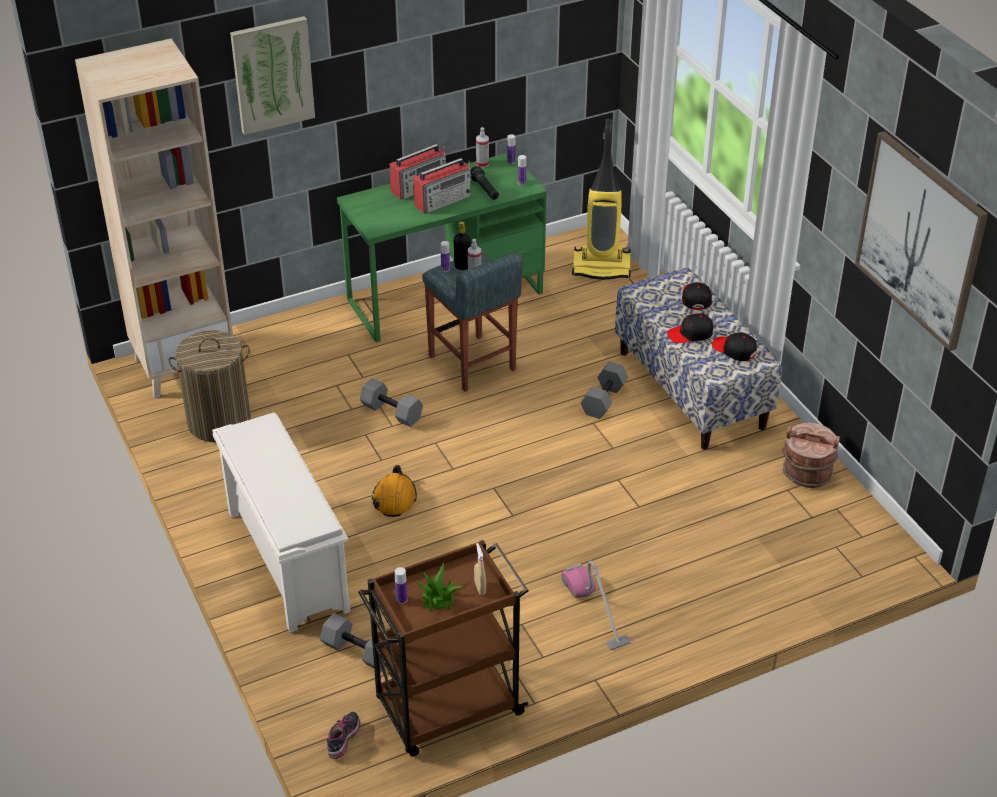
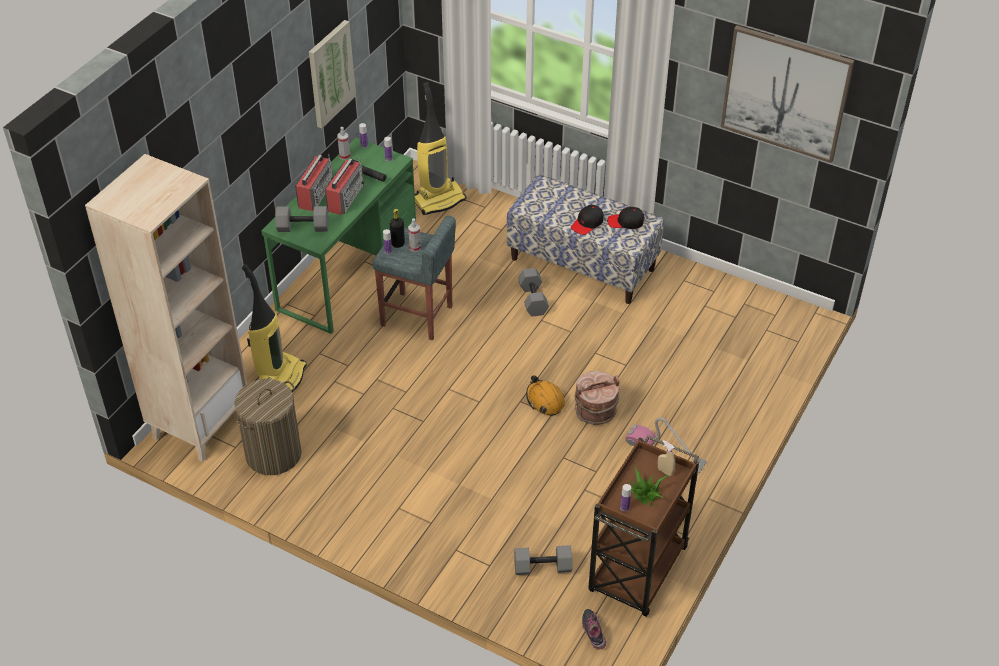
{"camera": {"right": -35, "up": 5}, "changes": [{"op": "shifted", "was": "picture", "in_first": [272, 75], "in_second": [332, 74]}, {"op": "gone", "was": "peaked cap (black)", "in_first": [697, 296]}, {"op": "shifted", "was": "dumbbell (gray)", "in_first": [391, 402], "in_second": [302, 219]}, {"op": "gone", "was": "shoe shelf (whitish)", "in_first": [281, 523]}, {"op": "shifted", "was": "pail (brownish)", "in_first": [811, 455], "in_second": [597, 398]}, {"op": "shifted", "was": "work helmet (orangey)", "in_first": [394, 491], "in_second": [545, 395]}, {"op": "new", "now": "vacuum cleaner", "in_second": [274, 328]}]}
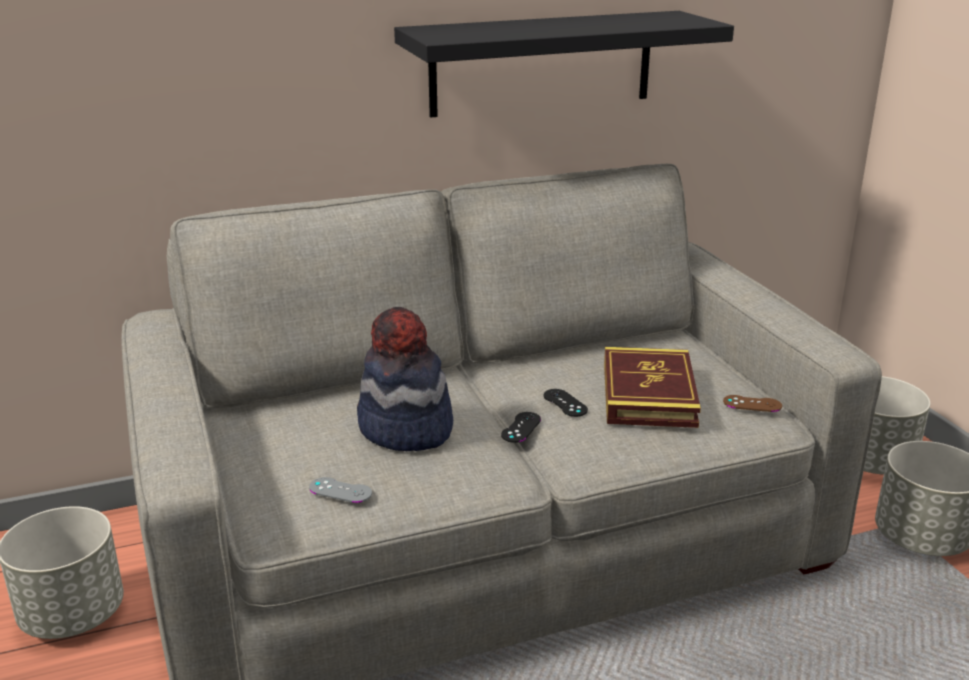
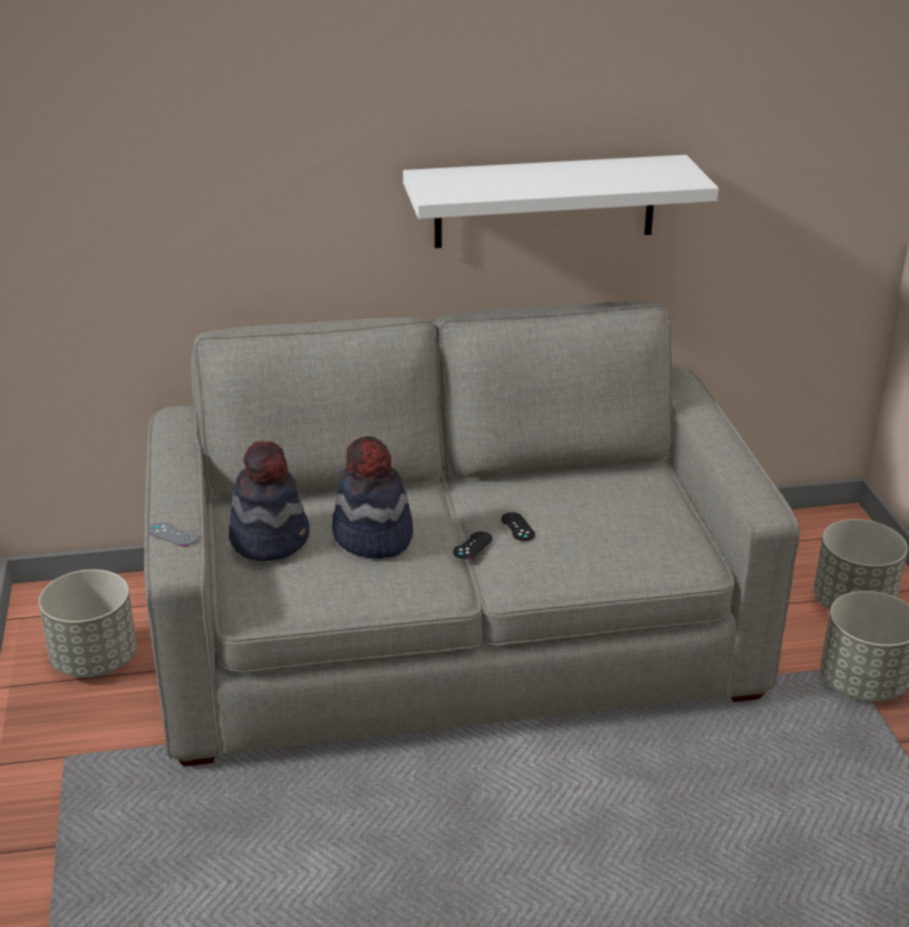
{"camera": {"right": 10, "up": 5}, "changes": [{"op": "repainted", "was": "bracket shelf (black)", "now": "bracket shelf (whitish)", "in_first": [564, 64], "in_second": [561, 201]}, {"op": "gone", "was": "volume", "in_first": [652, 387]}, {"op": "gone", "was": "joypad (brownish)", "in_first": [752, 403]}, {"op": "shifted", "was": "joypad (gray)", "in_first": [340, 490], "in_second": [173, 534]}, {"op": "new", "now": "wearable hat", "in_second": [269, 500]}]}
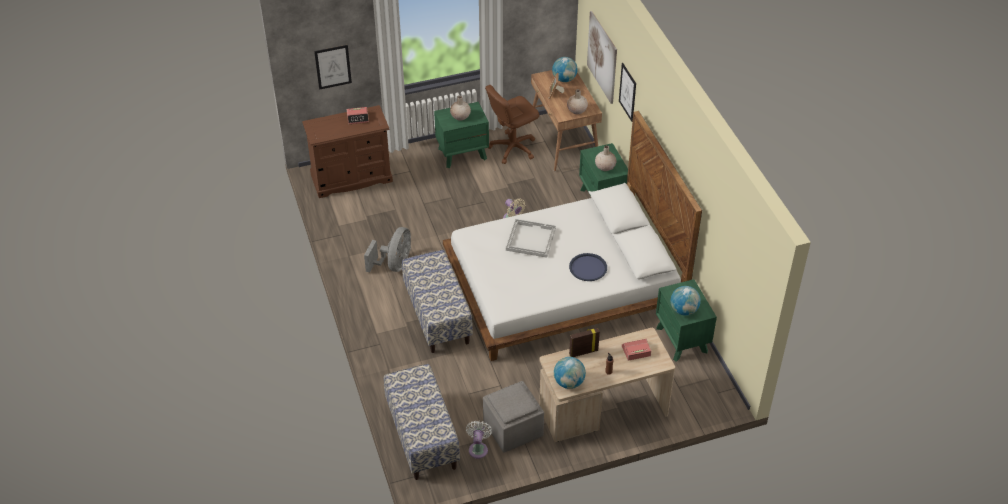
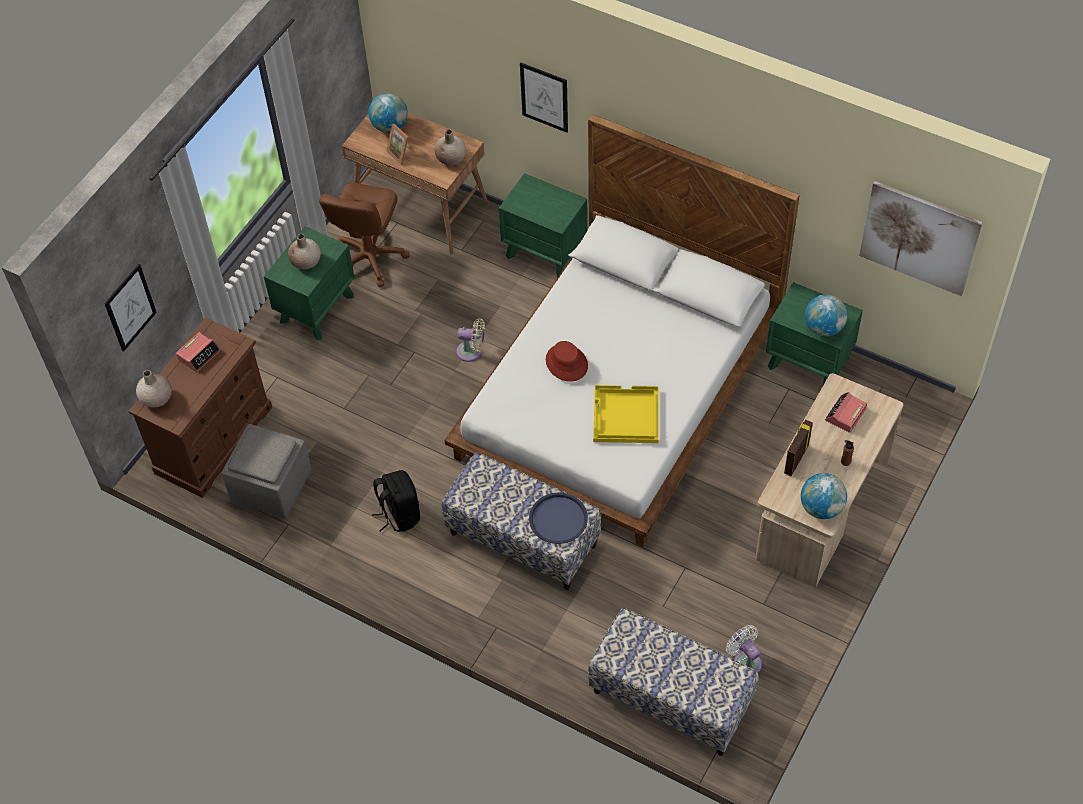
{"camera": {"right": -40, "up": 10}, "changes": [{"op": "shifted", "was": "picture", "in_first": [602, 57], "in_second": [921, 238]}, {"op": "shifted", "was": "vase (beige)", "in_first": [605, 158], "in_second": [154, 388]}, {"op": "swapped", "was": "tray (whitish)", "now": "wearable hat (reddish)", "in_first": [531, 238], "in_second": [567, 361]}, {"op": "swapped", "was": "cooling fan (gray)", "now": "rucksack (black)", "in_first": [387, 249], "in_second": [396, 501]}, {"op": "shifted", "was": "tray (blue)", "in_first": [588, 267], "in_second": [558, 518]}, {"op": "shifted", "was": "pouffe (gray)", "in_first": [513, 417], "in_second": [266, 471]}, {"op": "new", "now": "tray (yellow-coloured)", "in_second": [626, 414]}]}
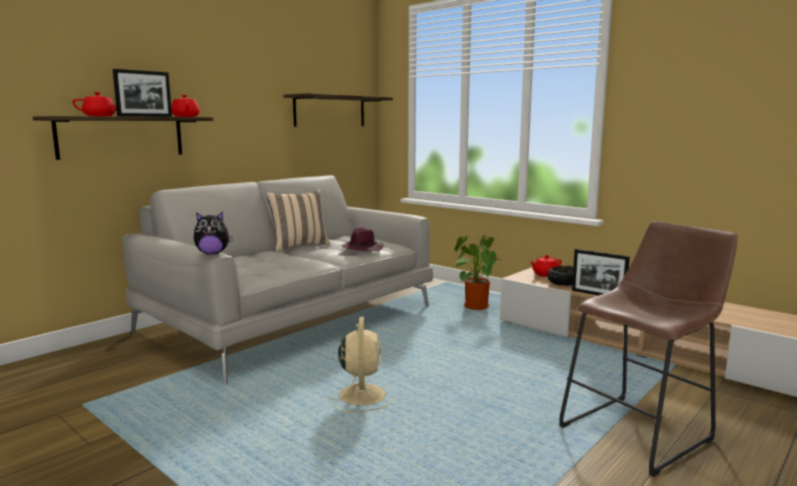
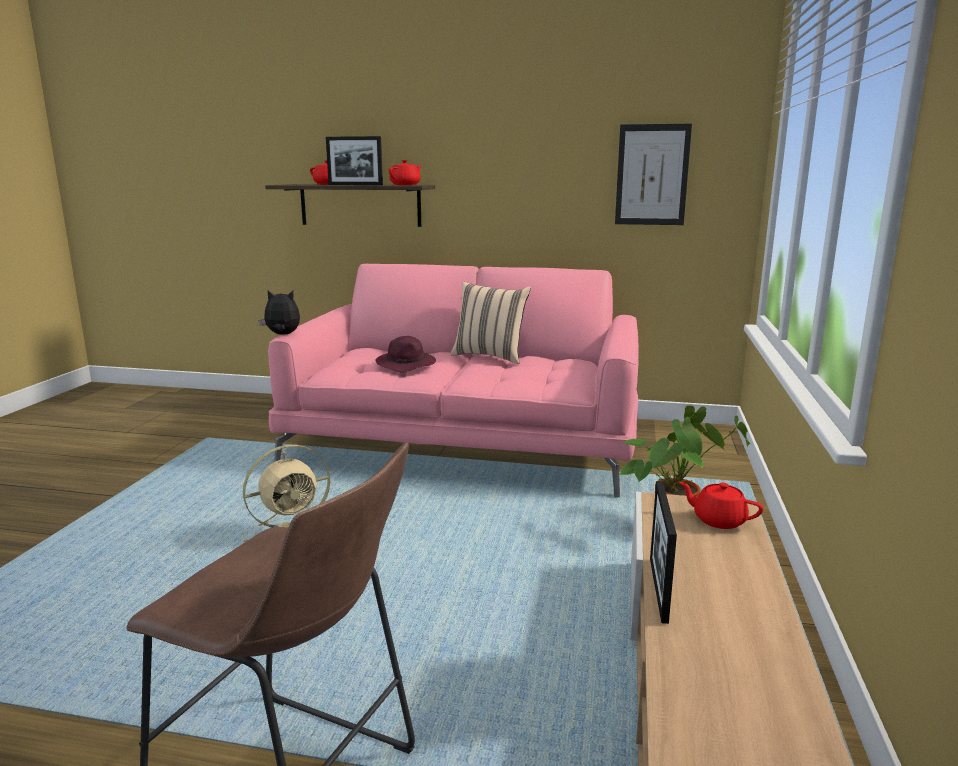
{"camera": {"right": 60, "up": 5}, "changes": [{"op": "swapped", "was": "bracket shelf", "now": "picture", "in_first": [338, 110], "in_second": [653, 174]}, {"op": "repainted", "was": "couch (gray)", "now": "couch (pinkish)", "in_first": [277, 279], "in_second": [453, 381]}, {"op": "rotated", "was": "soft toy", "in_first": [213, 233], "in_second": [279, 312], "clockwise": 135}, {"op": "shifted", "was": "wearable hat (purplish)", "in_first": [362, 239], "in_second": [405, 354]}, {"op": "gone", "was": "serving bowl (black)", "in_first": [561, 276]}]}
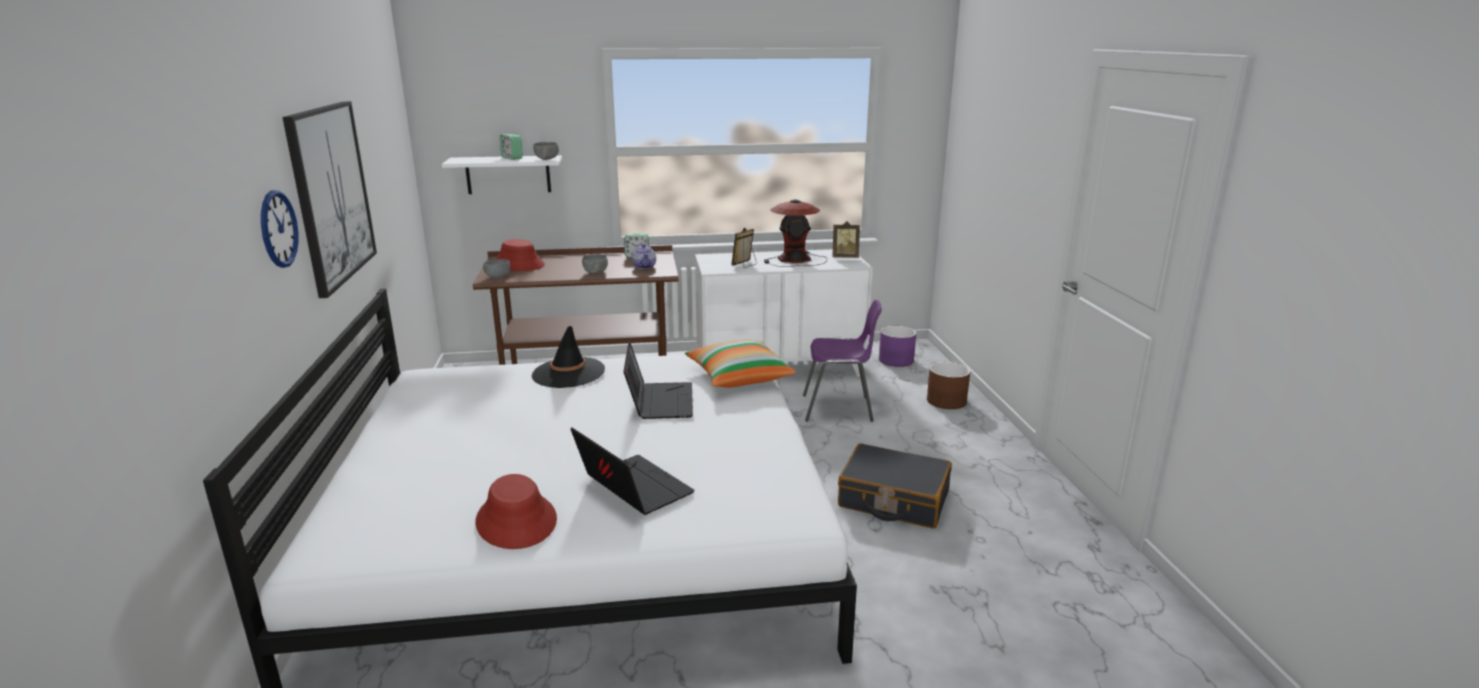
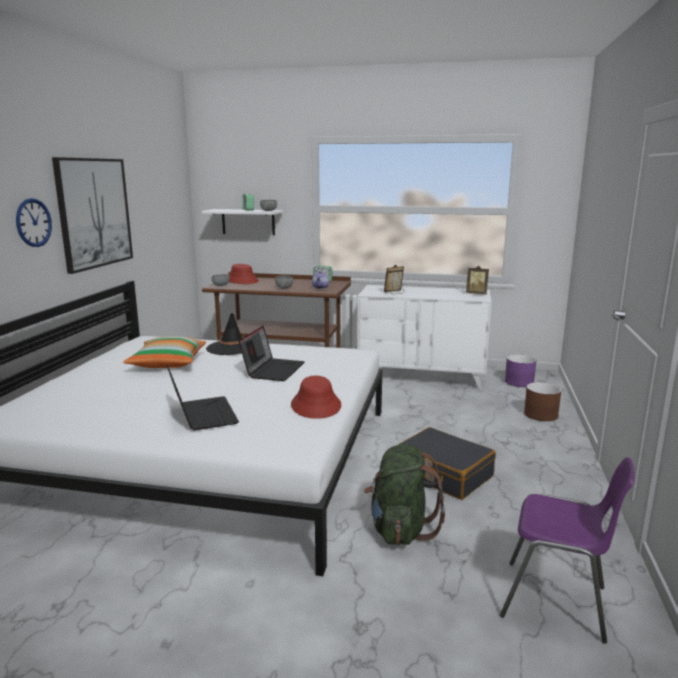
{"camera": {"right": 20, "up": -5}, "changes": [{"op": "gone", "was": "table lamp", "in_first": [795, 233]}, {"op": "shifted", "was": "chair (purplish)", "in_first": [842, 360], "in_second": [567, 550]}, {"op": "shifted", "was": "cushion", "in_first": [740, 363], "in_second": [164, 352]}, {"op": "shifted", "was": "wearable hat (reddish)", "in_first": [516, 511], "in_second": [316, 397]}, {"op": "new", "now": "rucksack (green-coloured)", "in_second": [405, 494]}]}
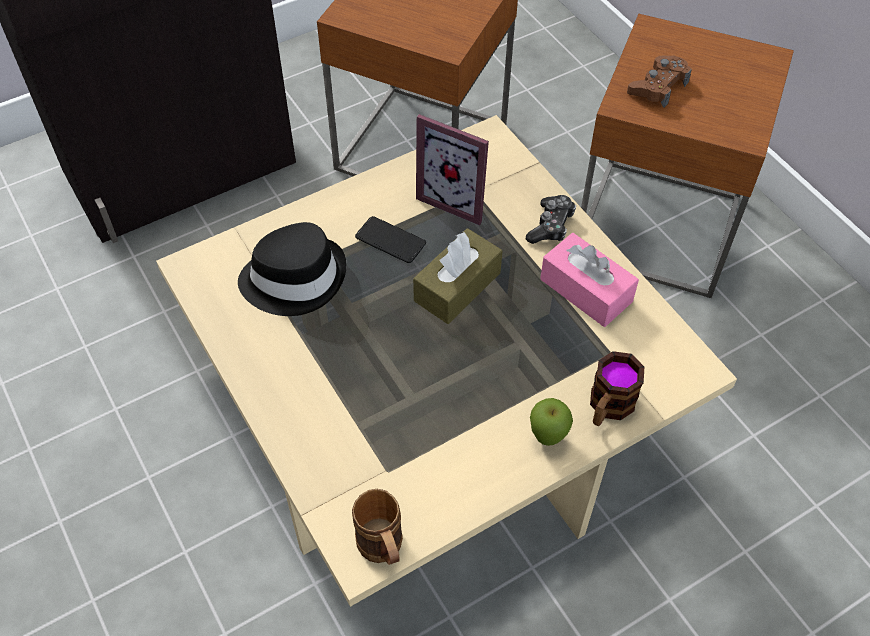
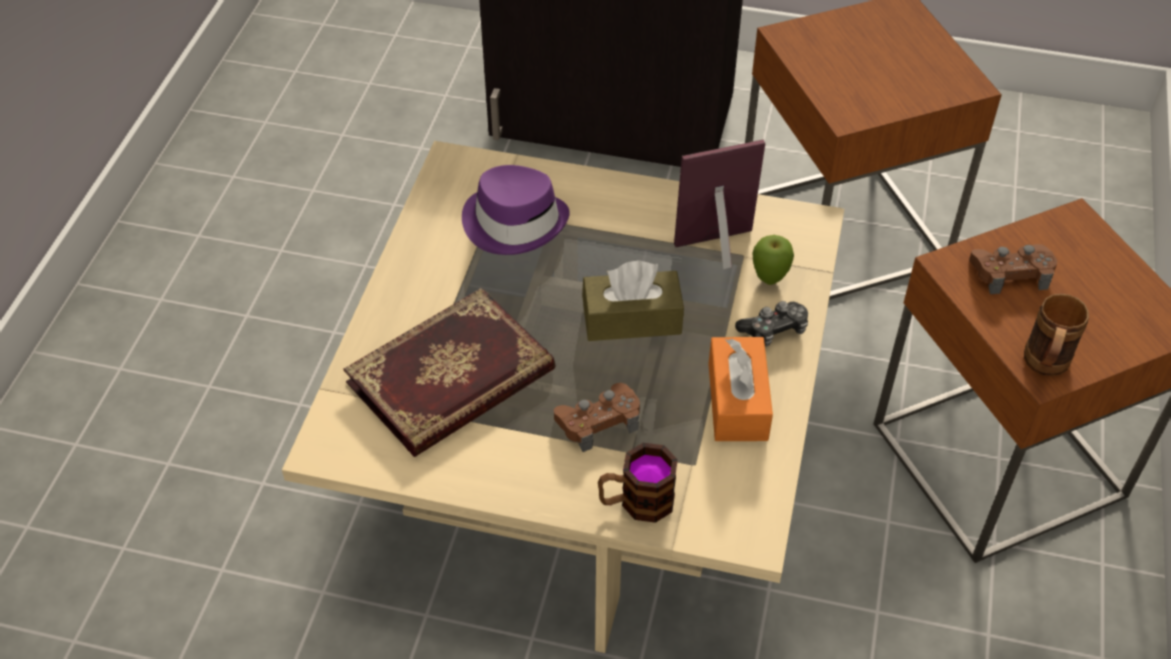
{"camera": {"right": 45, "up": -5}, "changes": [{"op": "rotated", "was": "picture frame", "in_first": [452, 170], "in_second": [719, 204], "clockwise": 90}, {"op": "gone", "was": "telephone", "in_first": [390, 239]}, {"op": "repainted", "was": "wearable hat (black)", "now": "wearable hat (purplish)", "in_first": [292, 269], "in_second": [516, 210]}, {"op": "repainted", "was": "box of tissues (pinkish)", "now": "box of tissues (orangey)", "in_first": [589, 280], "in_second": [741, 389]}, {"op": "shifted", "was": "apple fruit", "in_first": [551, 422], "in_second": [773, 260]}, {"op": "shifted", "was": "mug (brownish)", "in_first": [377, 527], "in_second": [1056, 335]}, {"op": "new", "now": "volume", "in_second": [450, 372]}, {"op": "new", "now": "joypad (brownish)", "in_second": [597, 417]}]}
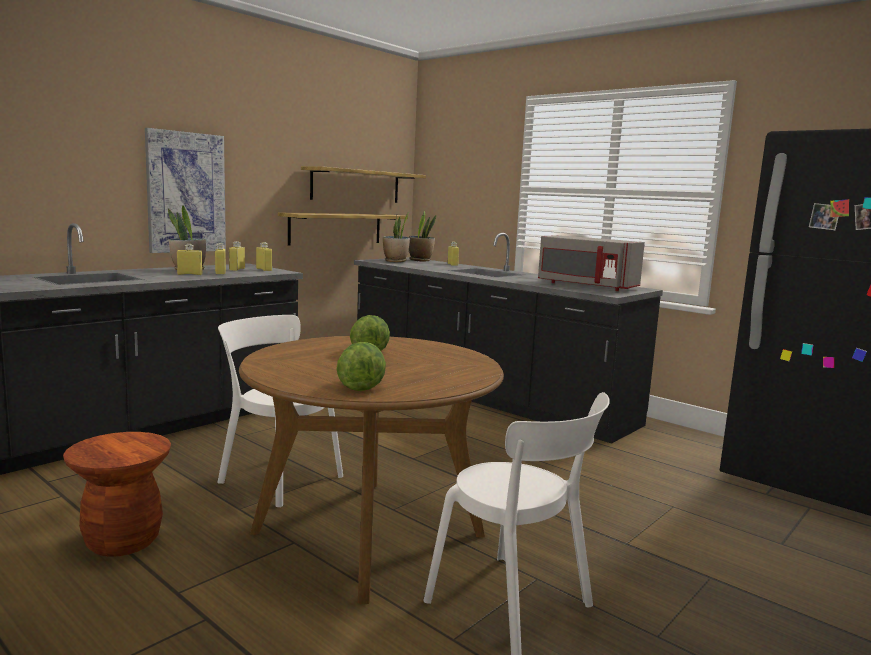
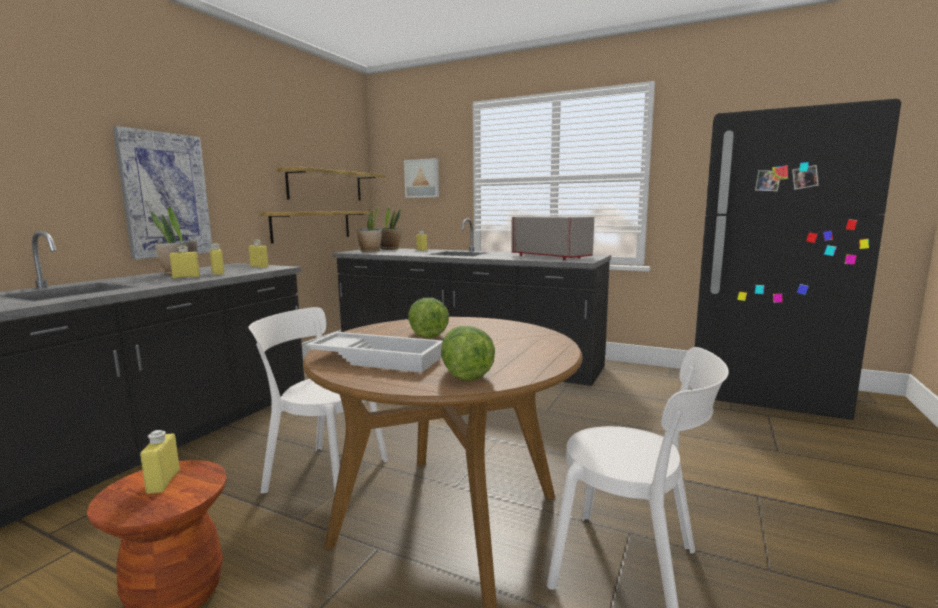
{"camera": {"right": -15, "up": 0}, "changes": [{"op": "rotated", "was": "kitchen microwave (gray)", "in_first": [591, 263], "in_second": [552, 238], "clockwise": -150}, {"op": "shifted", "was": "bottle (yellow-coloured)", "in_first": [237, 256], "in_second": [160, 462]}, {"op": "new", "now": "picture", "in_second": [421, 178]}, {"op": "new", "now": "tray (whitish)", "in_second": [374, 352]}]}
